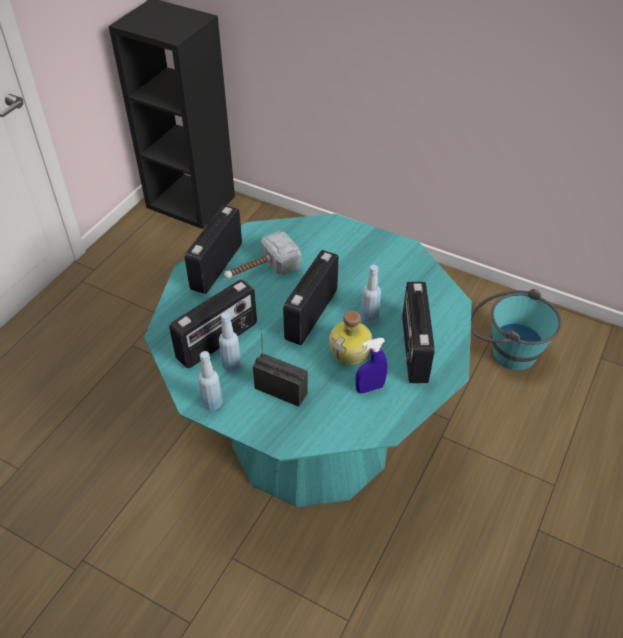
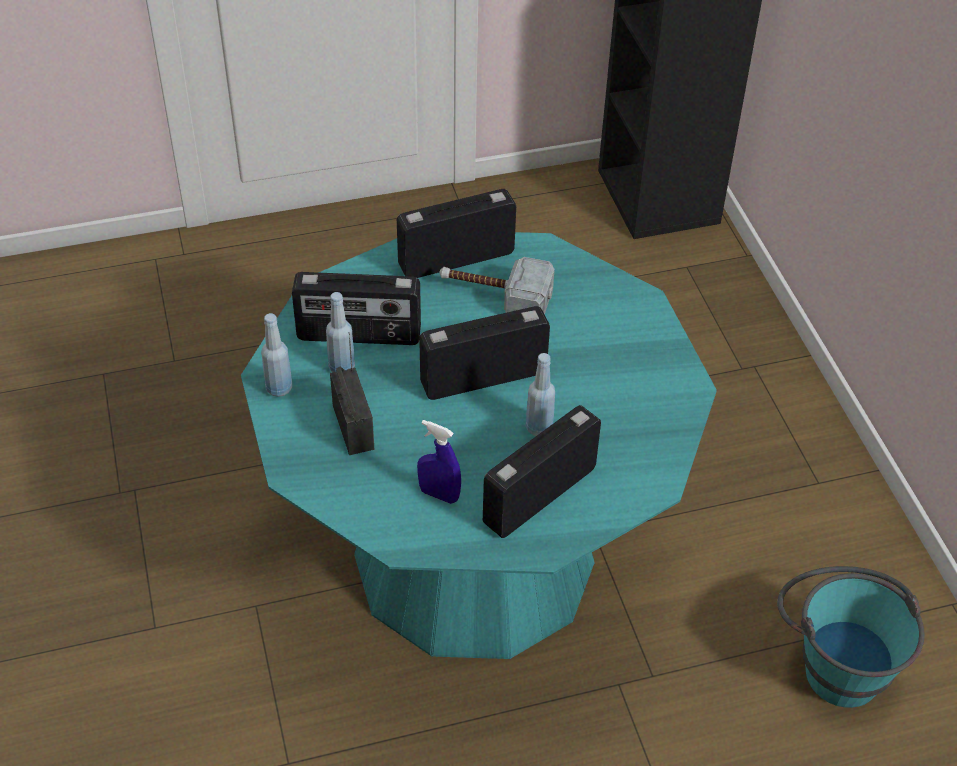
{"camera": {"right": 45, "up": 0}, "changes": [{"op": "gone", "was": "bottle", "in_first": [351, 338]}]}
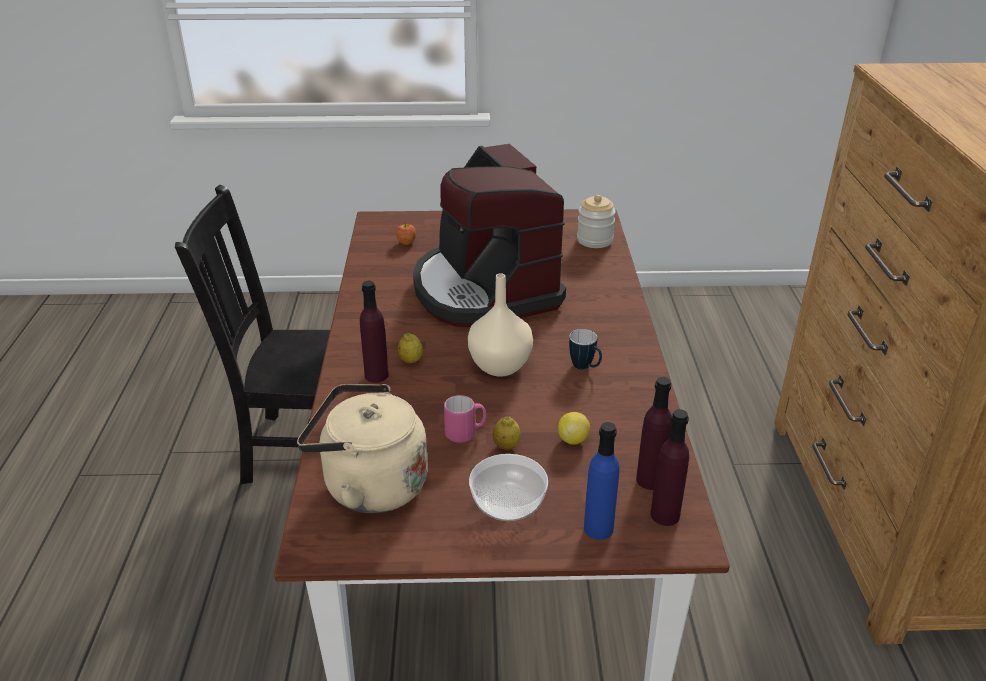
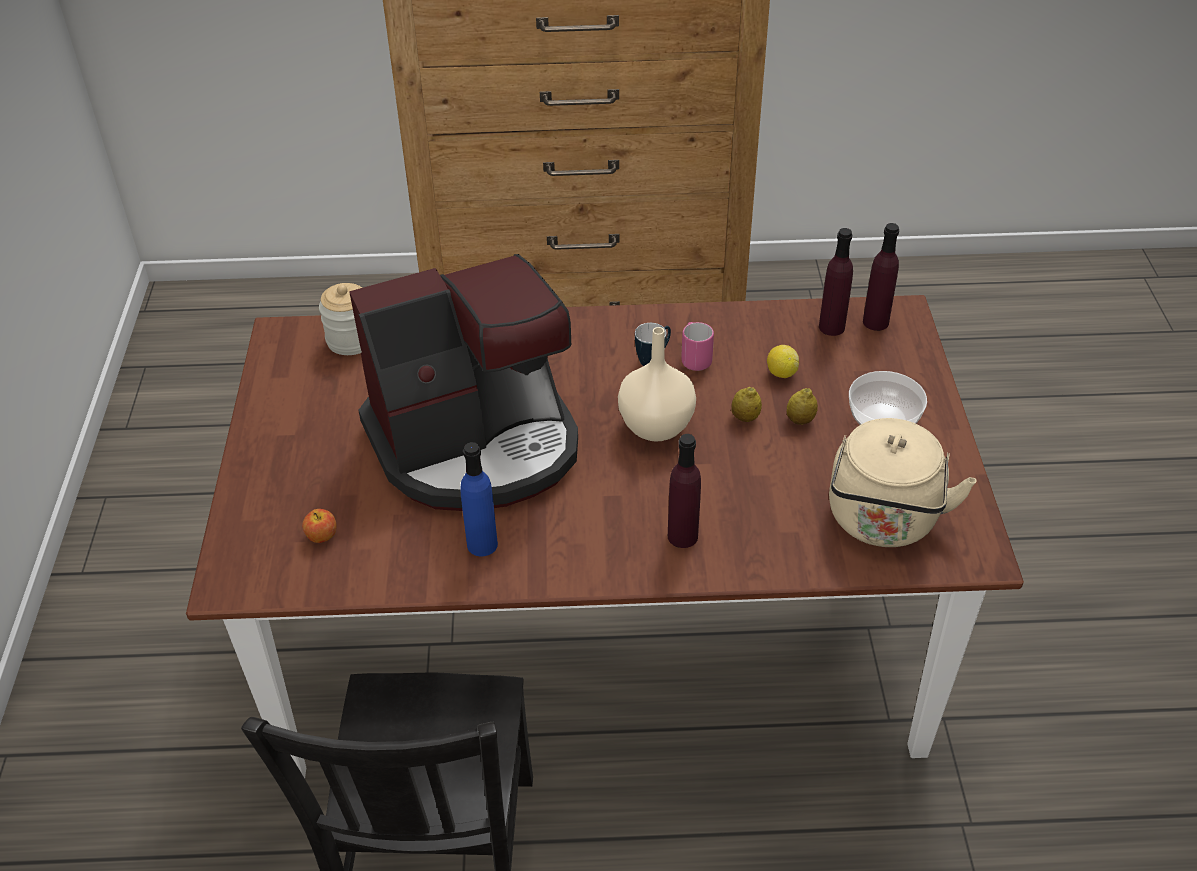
{"camera": {"right": -90, "up": 10}, "changes": [{"op": "shifted", "was": "citrus fruit", "in_first": [410, 348], "in_second": [747, 404]}, {"op": "shifted", "was": "mug (pinkish)", "in_first": [465, 419], "in_second": [697, 346]}, {"op": "shifted", "was": "bottle (blue)", "in_first": [602, 481], "in_second": [479, 499]}]}
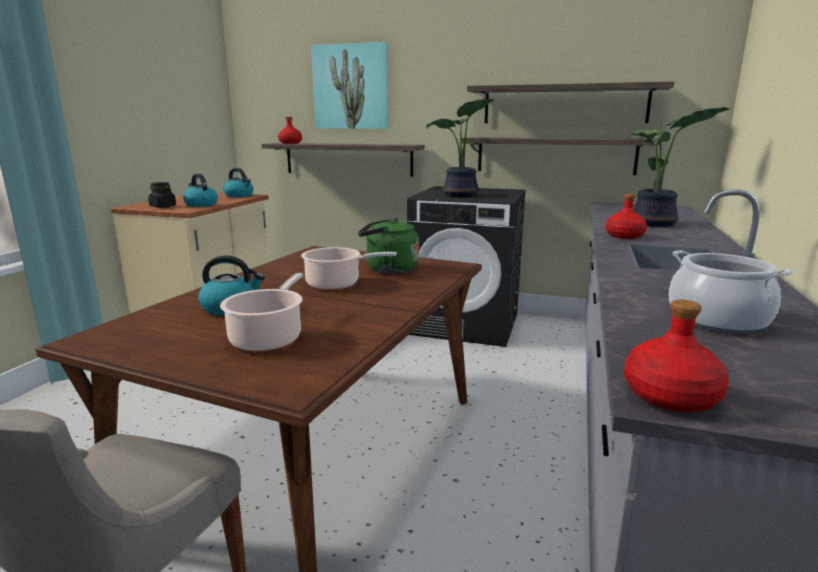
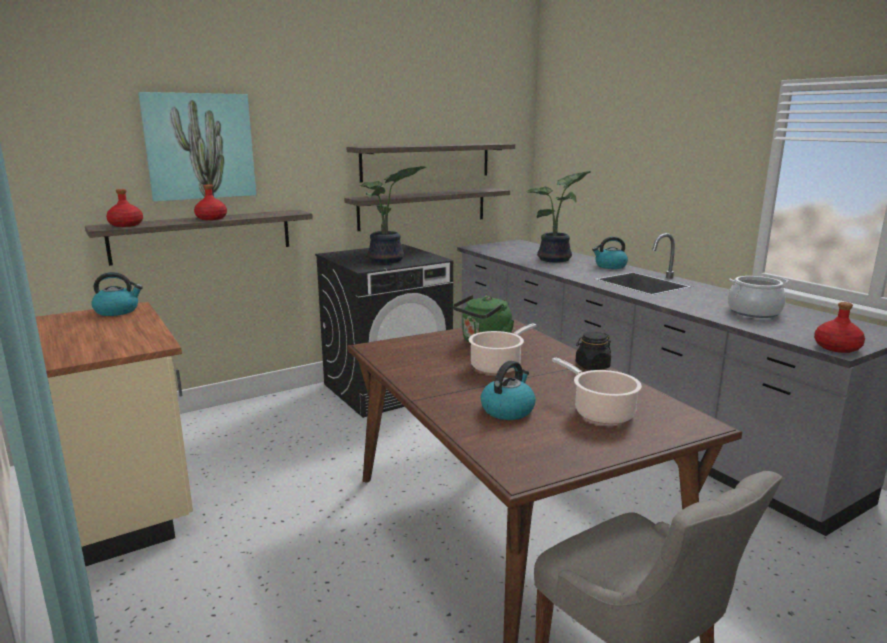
{"camera": {"right": -50, "up": 0}, "changes": [{"op": "shifted", "was": "water kettle", "in_first": [200, 190], "in_second": [610, 253]}, {"op": "shifted", "was": "storage jar (black)", "in_first": [162, 195], "in_second": [593, 351]}, {"op": "shifted", "was": "bottle (reddish)", "in_first": [626, 216], "in_second": [210, 202]}]}
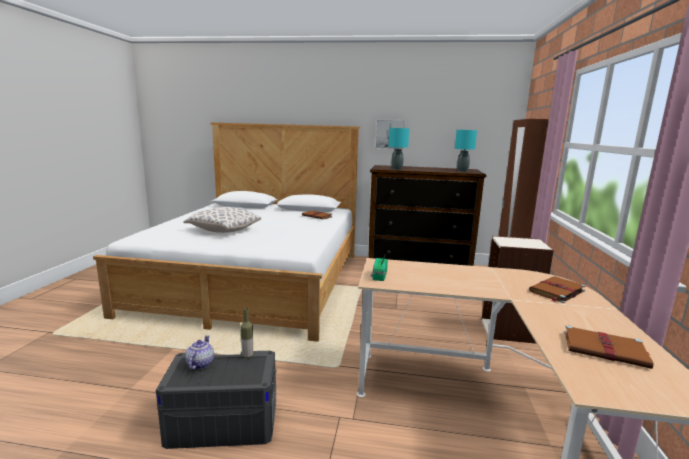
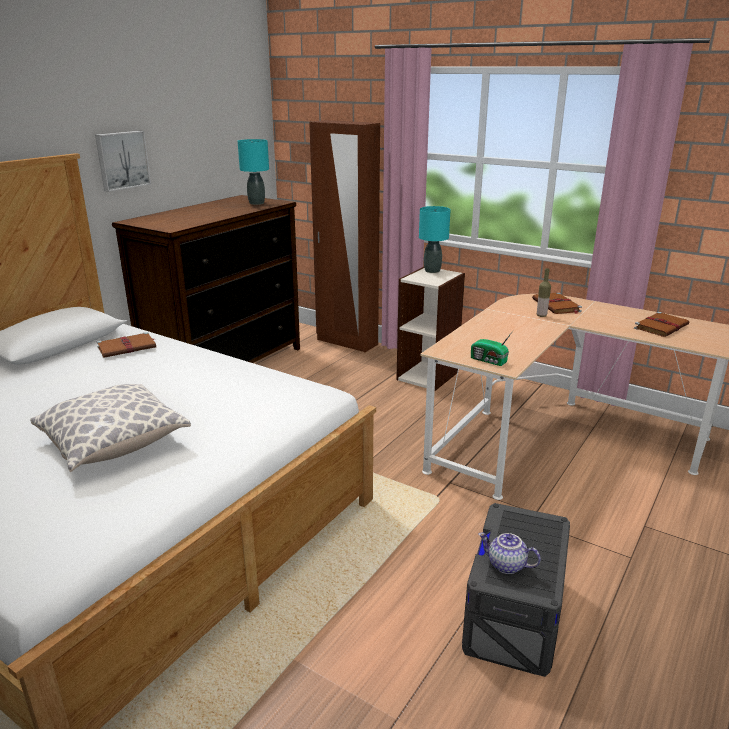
{"camera": {"right": -65, "up": 10}, "changes": [{"op": "shifted", "was": "table lamp (turquoise)", "in_first": [399, 149], "in_second": [435, 239]}, {"op": "shifted", "was": "bottle", "in_first": [246, 333], "in_second": [544, 292]}]}
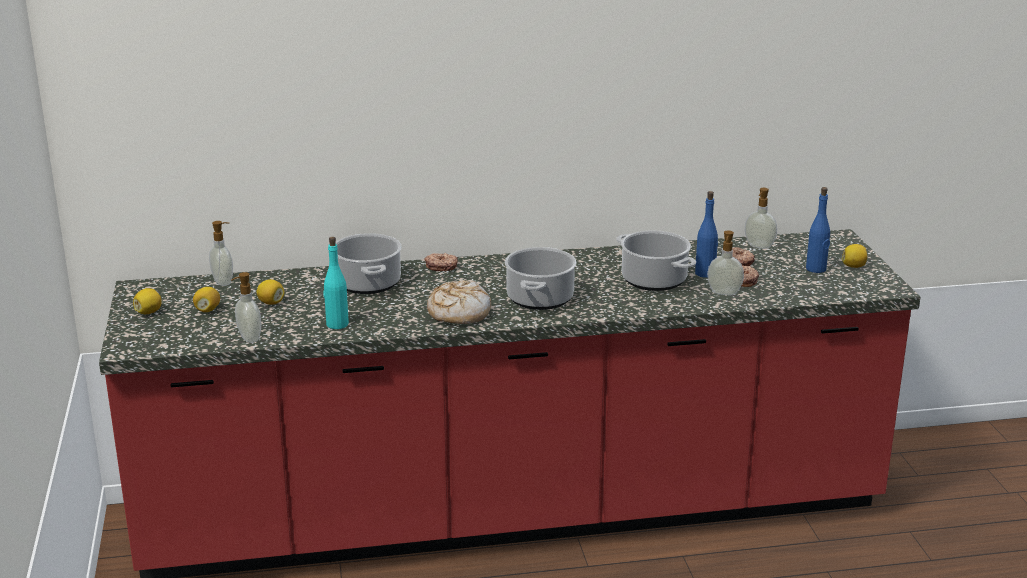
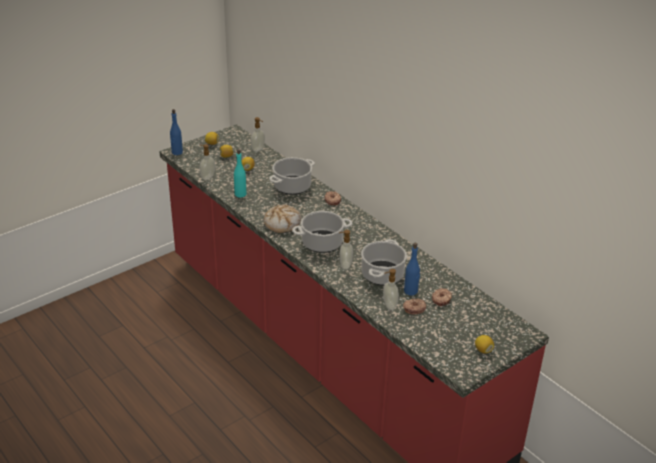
{"camera": {"right": 60, "up": 10}, "changes": [{"op": "shifted", "was": "bottle (blue)", "in_first": [818, 230], "in_second": [176, 132]}, {"op": "shifted", "was": "liquid soap bottle", "in_first": [761, 218], "in_second": [346, 250]}]}
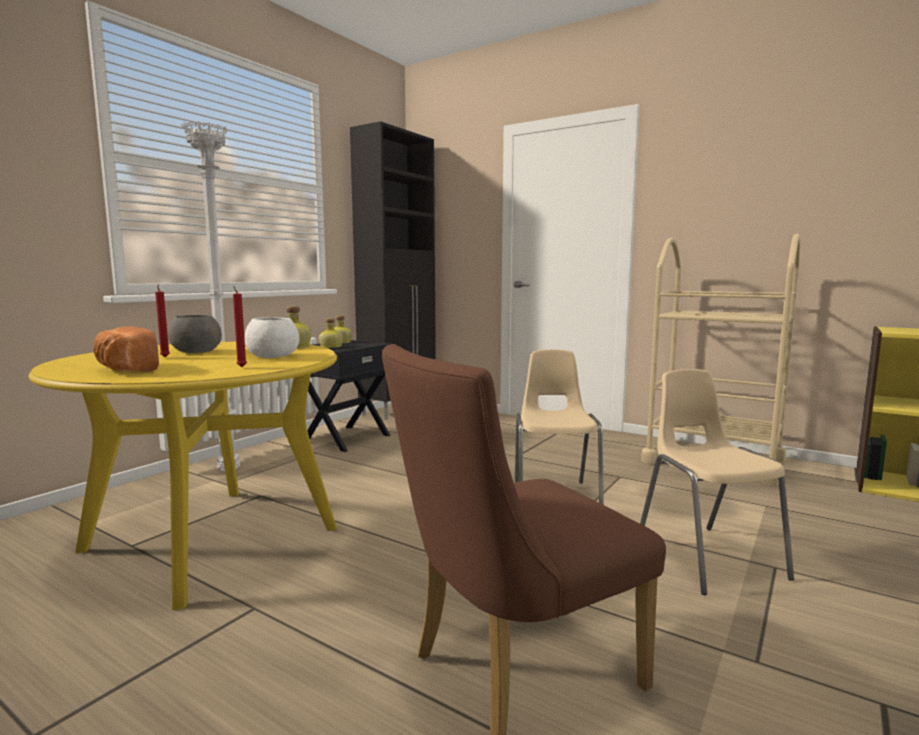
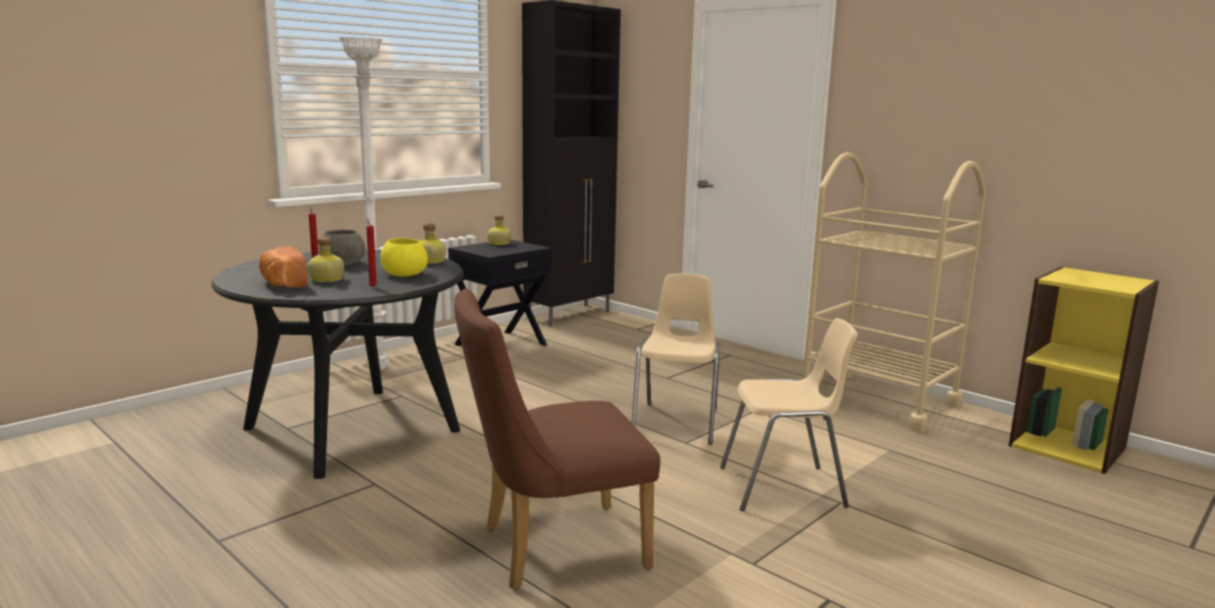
{"camera": {"right": 10, "up": 5}, "changes": [{"op": "repainted", "was": "serving bowl (whitish)", "now": "serving bowl (yellow-coloured)", "in_first": [272, 337], "in_second": [404, 257]}, {"op": "shifted", "was": "bottle", "in_first": [330, 333], "in_second": [325, 259]}, {"op": "repainted", "was": "kitchen table (yellow-coloured)", "now": "kitchen table (black)", "in_first": [183, 476], "in_second": [337, 364]}, {"op": "rotated", "was": "chair (beige)", "in_first": [717, 482], "in_second": [789, 414], "clockwise": 90}]}
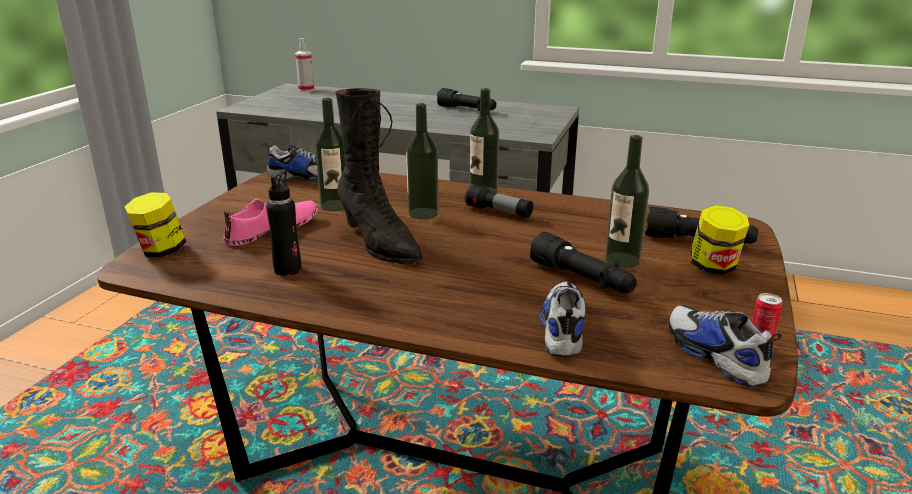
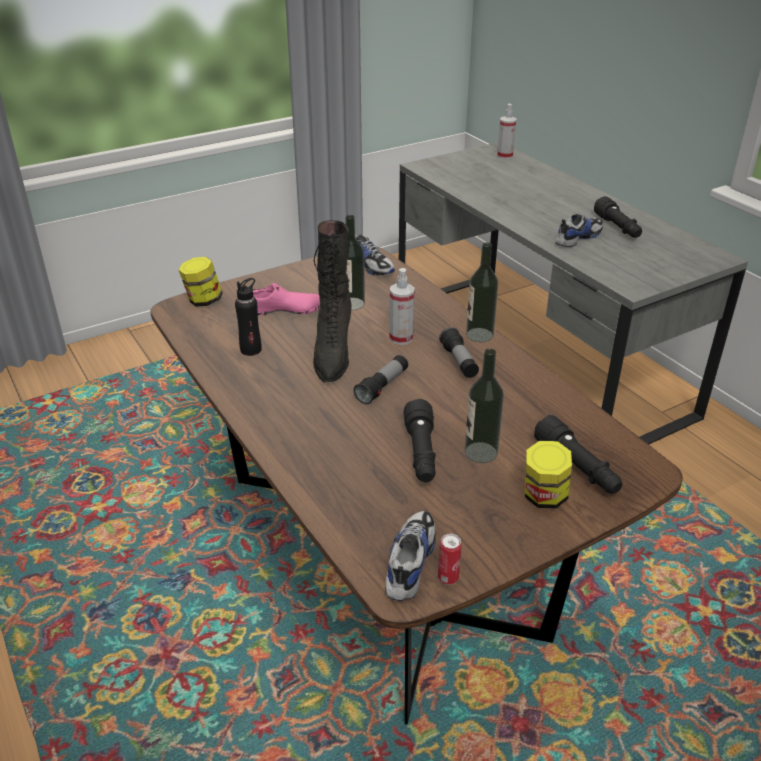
{"camera": {"right": 40, "up": 10}, "changes": [{"op": "swapped", "was": "bottle", "now": "hand sprayer", "in_first": [422, 161], "in_second": [402, 306]}, {"op": "shifted", "was": "item of footwear", "in_first": [563, 319], "in_second": [579, 230]}, {"op": "new", "now": "torch", "in_second": [381, 380]}]}
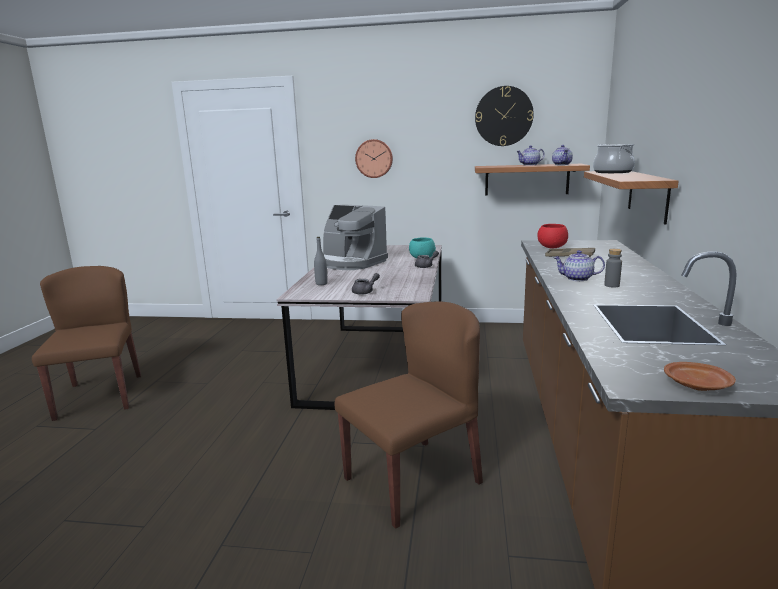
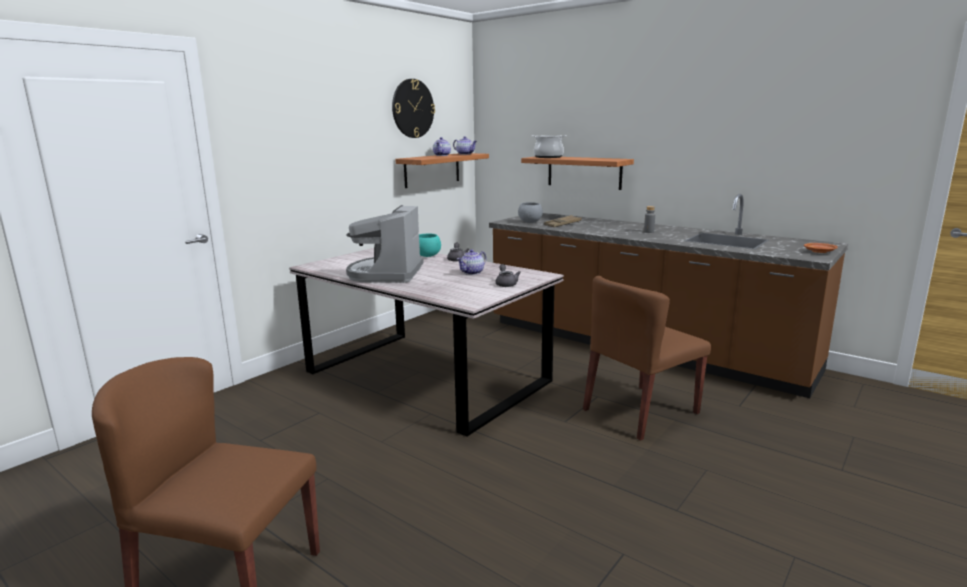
{"camera": {"right": -60, "up": 0}, "changes": [{"op": "gone", "was": "hanging clock", "in_first": [374, 158]}, {"op": "rotated", "was": "coffee maker", "in_first": [355, 237], "in_second": [385, 244], "clockwise": 120}, {"op": "repainted", "was": "serving bowl (reddish)", "now": "serving bowl (gray)", "in_first": [552, 236], "in_second": [530, 212]}, {"op": "gone", "was": "bottle (gray)", "in_first": [321, 261]}, {"op": "shifted", "was": "tea pot", "in_first": [579, 265], "in_second": [472, 262]}, {"op": "rotated", "was": "chair (brownish)", "in_first": [409, 415], "in_second": [647, 358], "clockwise": -120}]}
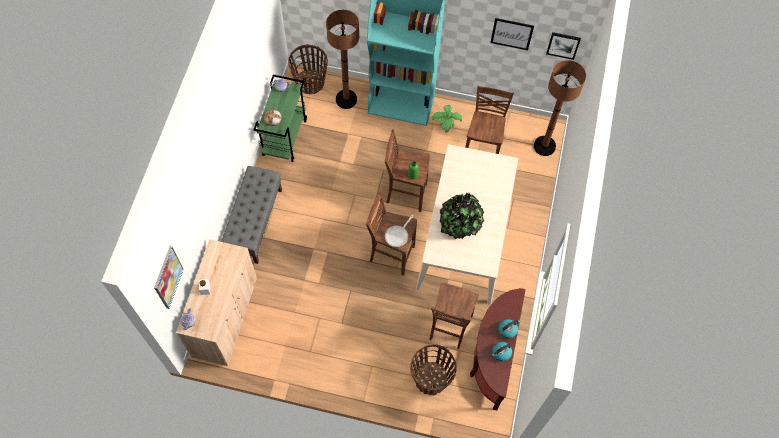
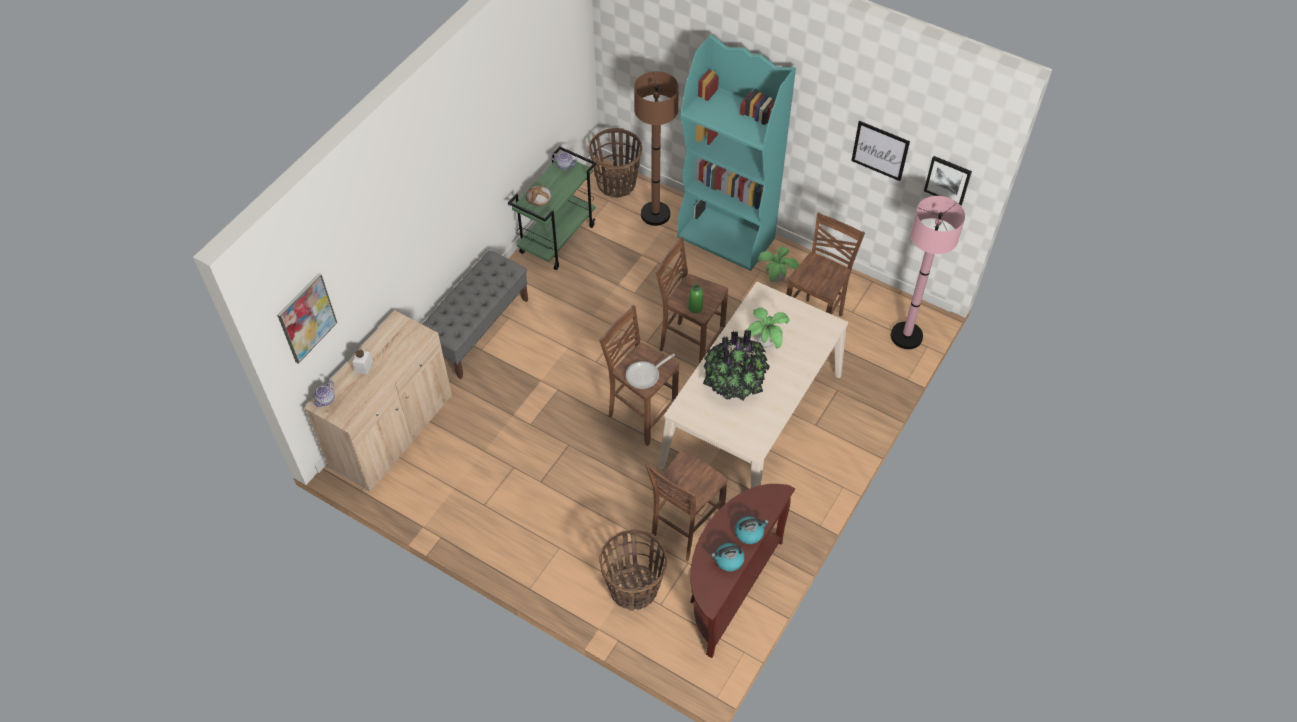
{"camera": {"right": 20, "up": -10}, "changes": [{"op": "repainted", "was": "standing lamp (brownish)", "now": "standing lamp (pinkish)", "in_first": [560, 108], "in_second": [928, 272]}, {"op": "new", "now": "potted plant", "in_second": [768, 327]}]}
